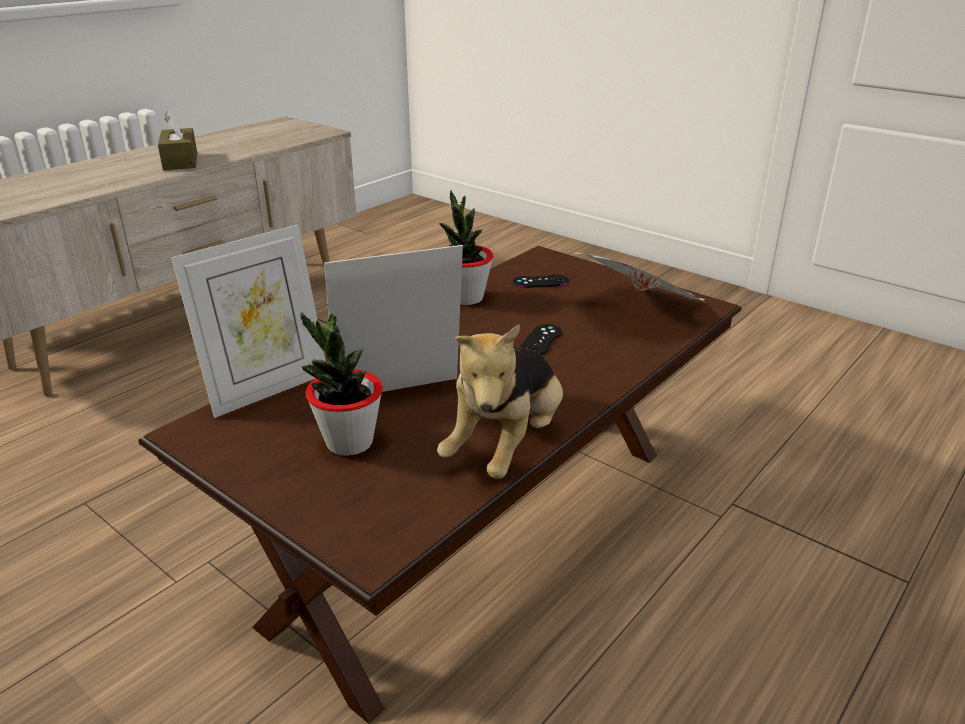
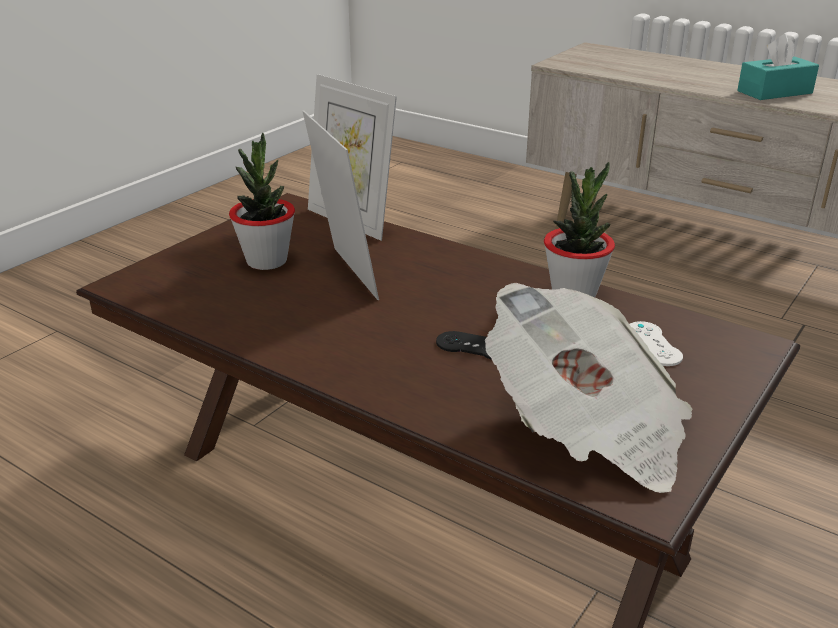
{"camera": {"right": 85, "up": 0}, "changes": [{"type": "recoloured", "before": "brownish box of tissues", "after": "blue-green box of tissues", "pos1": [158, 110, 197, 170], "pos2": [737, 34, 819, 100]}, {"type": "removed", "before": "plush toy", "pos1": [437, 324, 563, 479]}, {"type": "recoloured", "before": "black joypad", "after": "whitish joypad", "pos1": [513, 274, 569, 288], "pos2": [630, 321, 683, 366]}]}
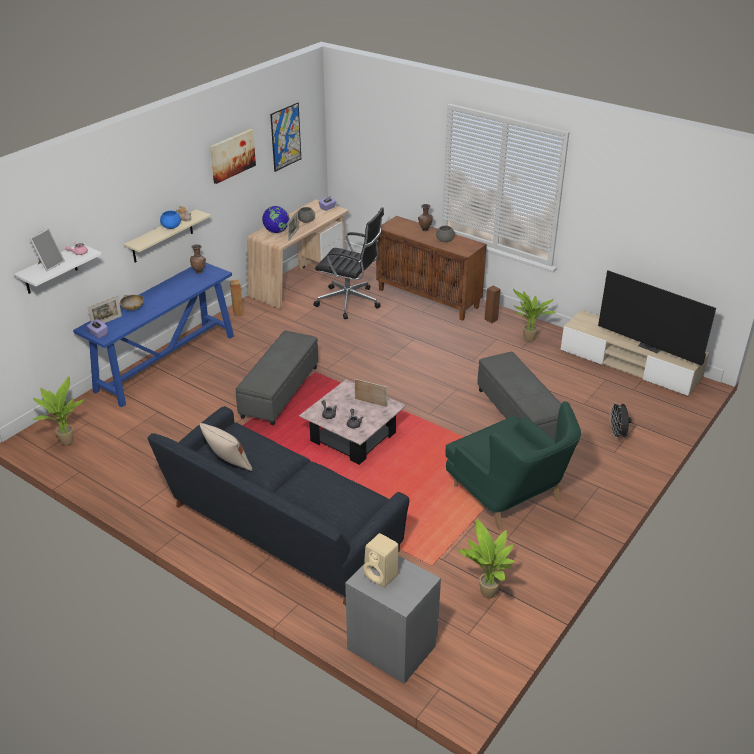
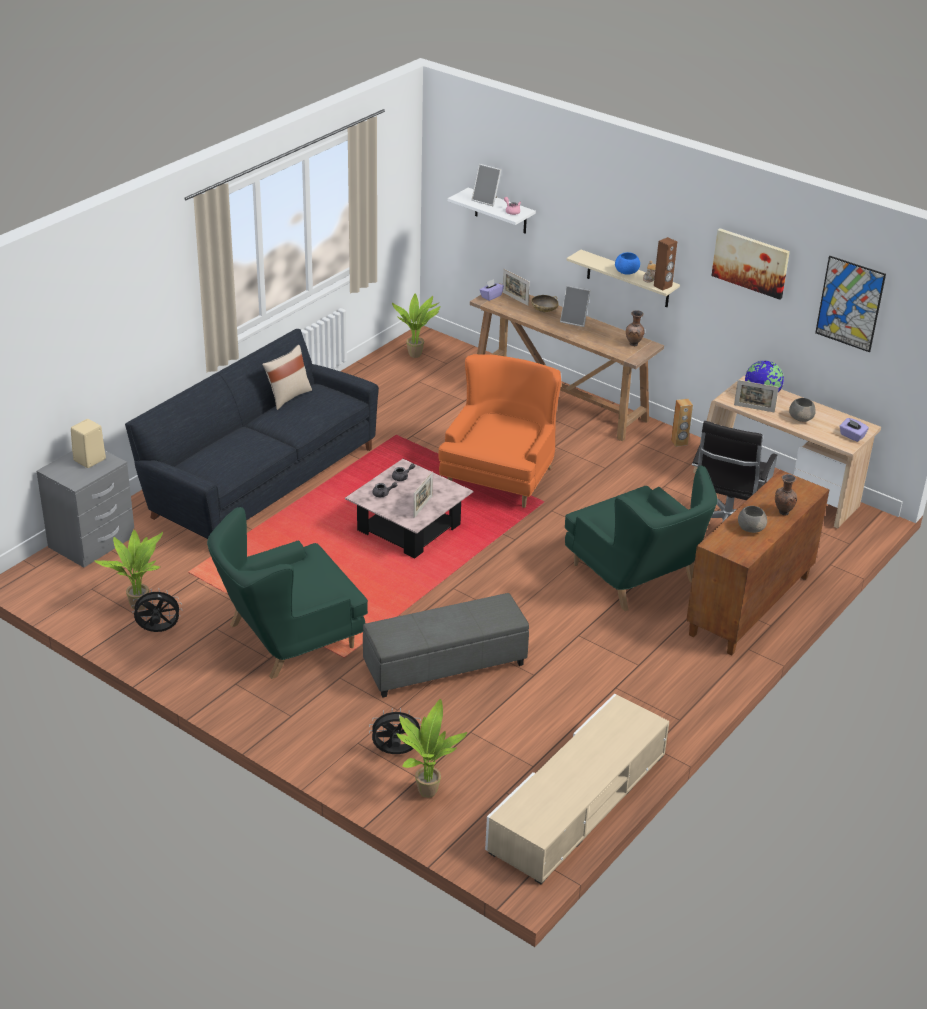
{"camera": {"right": 90, "up": 0}, "changes": [{"type": "recoloured", "before": "bluish console table", "after": "brownish console table", "pos1": [73, 263, 234, 408], "pos2": [470, 283, 664, 441]}, {"type": "replaced", "before": "gray pouffe", "after": "orange-coloured armchair", "pos1": [236, 331, 318, 426], "pos2": [439, 354, 561, 508]}, {"type": "moved", "before": "brownish speaker", "pos1": [484, 286, 501, 323], "pos2": [654, 237, 677, 290]}, {"type": "moved", "before": "houseplant", "pos1": [513, 289, 556, 342], "pos2": [396, 699, 468, 798]}, {"type": "removed", "before": "TV set", "pos1": [598, 270, 716, 366]}, {"type": "added", "after": "black fan", "pos2": [131, 589, 182, 632]}, {"type": "added", "after": "standing frame", "pos2": [560, 285, 591, 327]}, {"type": "added", "after": "green armchair", "pos2": [565, 466, 717, 611]}]}
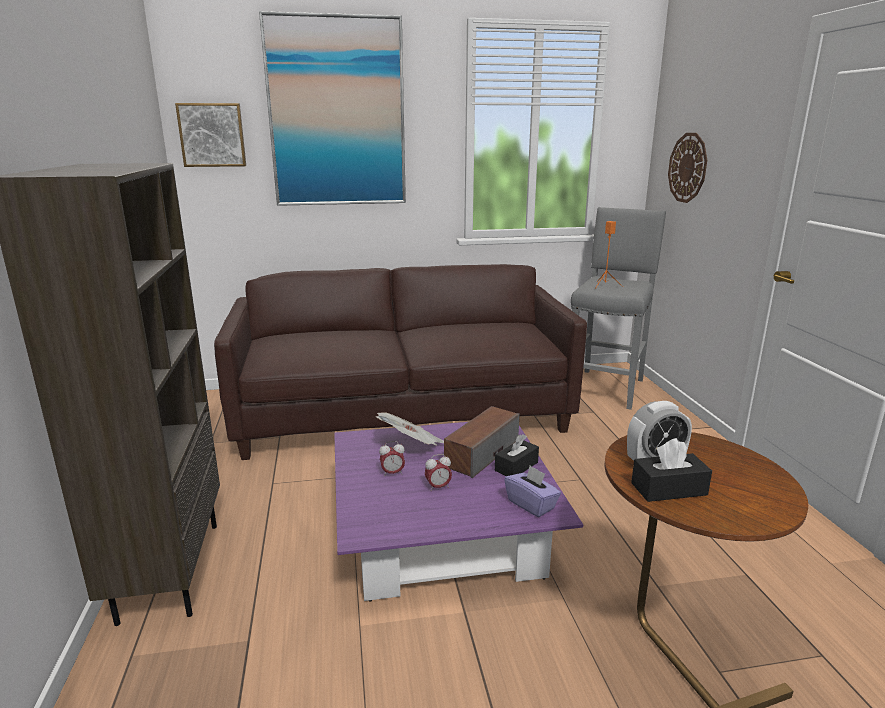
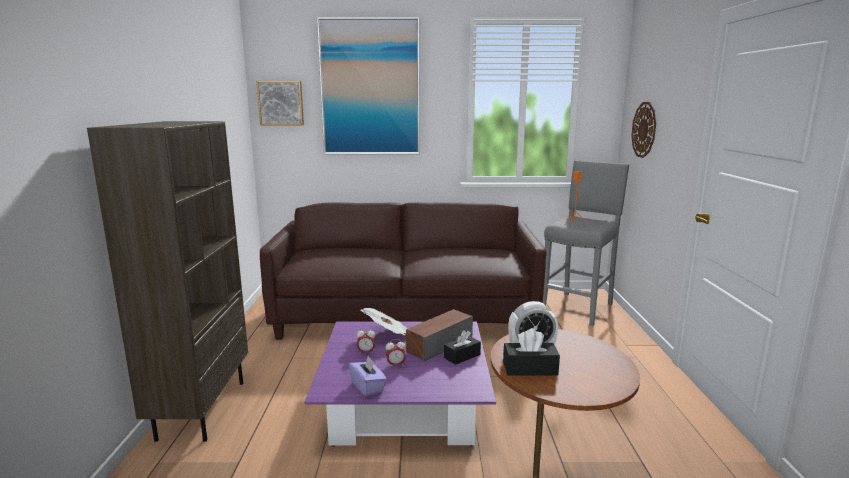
{"camera": {"right": 10, "up": -5}, "changes": [{"type": "moved", "before": "purple-coloured box of tissues", "pos1": [504, 465, 561, 517], "pos2": [349, 356, 387, 397]}]}
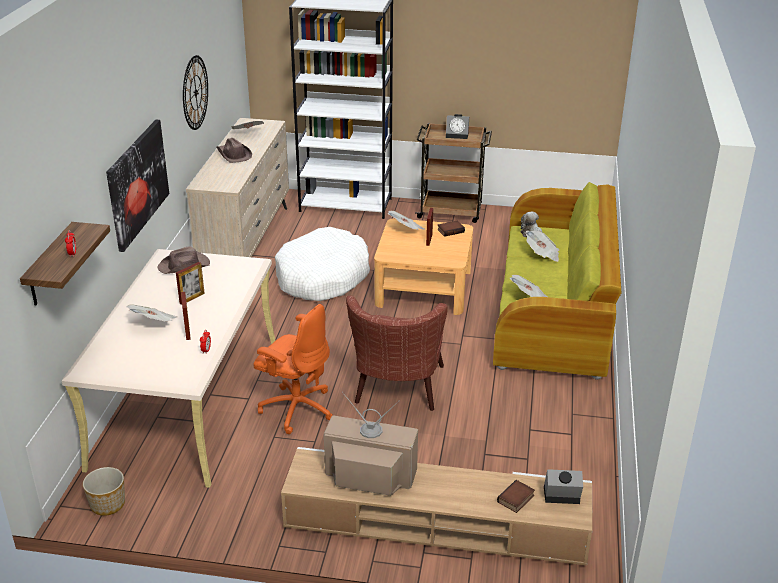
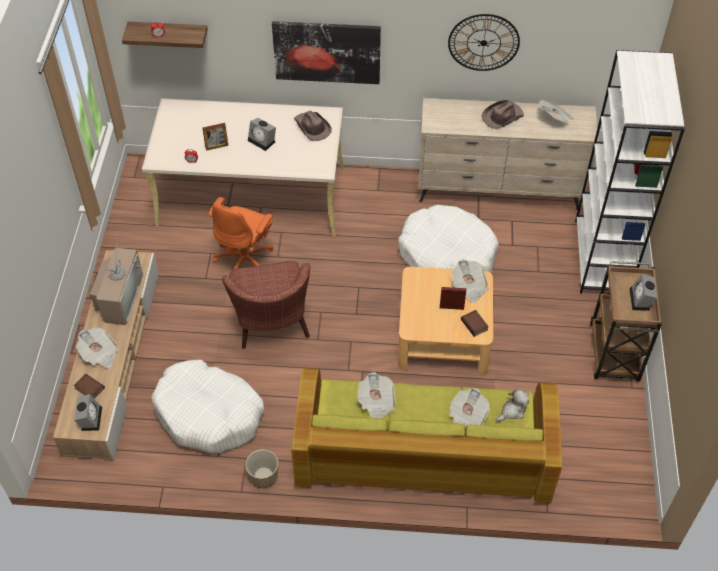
{"camera": {"right": 85, "up": 20}, "changes": [{"type": "moved", "before": "planter", "pos1": [83, 467, 125, 516], "pos2": [245, 449, 278, 488]}, {"type": "moved", "before": "newspaper", "pos1": [126, 304, 178, 322], "pos2": [76, 327, 119, 369]}, {"type": "replaced", "before": "standing frame", "after": "bedside clock", "pos1": [176, 262, 205, 305], "pos2": [248, 118, 276, 151]}, {"type": "turned", "before": "brownish armchair", "pos1": [346, 295, 448, 411], "pos2": [222, 261, 310, 349], "turn": -105}, {"type": "added", "after": "whitish dog cushion", "pos2": [151, 360, 264, 454]}]}
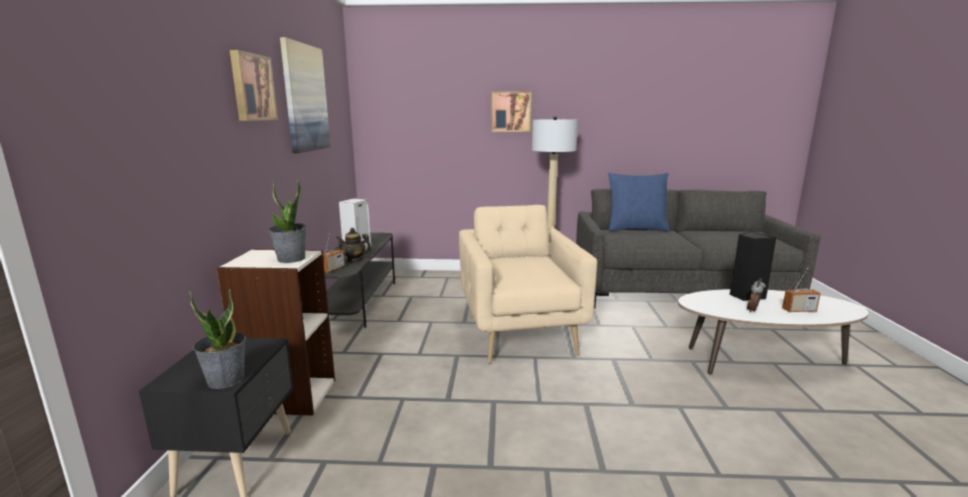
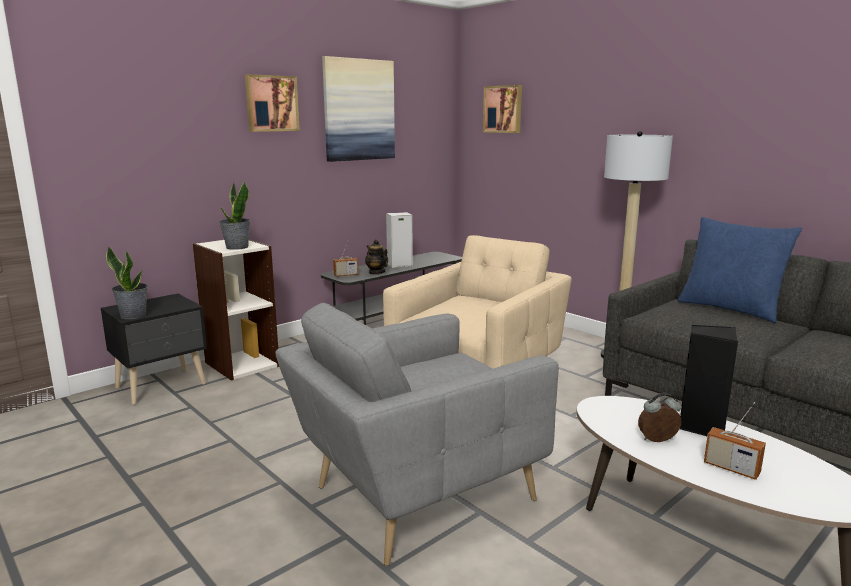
{"camera": {"right": 45, "up": 0}, "changes": [{"type": "moved", "before": "picture", "pos1": [491, 91, 531, 132], "pos2": [483, 85, 522, 133]}, {"type": "added", "after": "gray armchair", "pos2": [275, 303, 559, 566]}]}
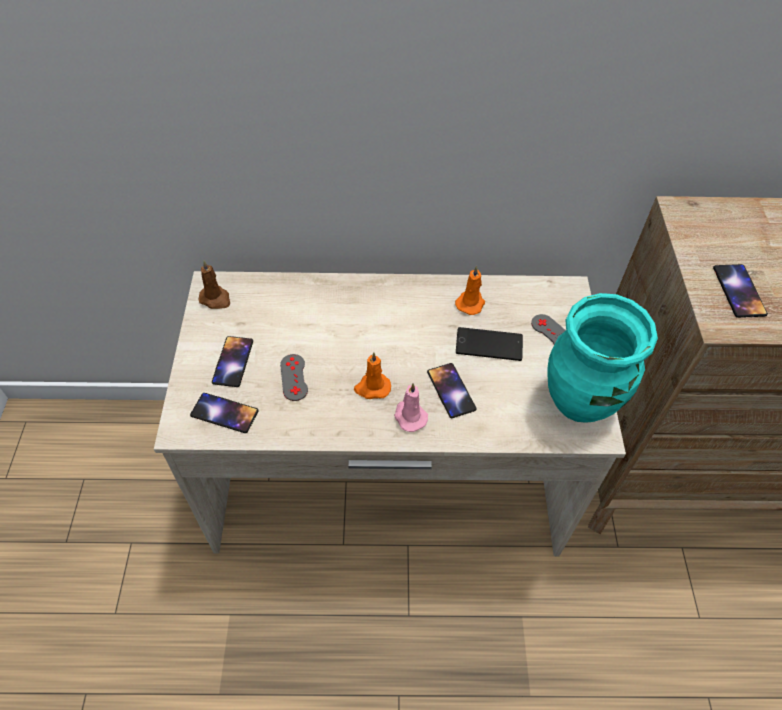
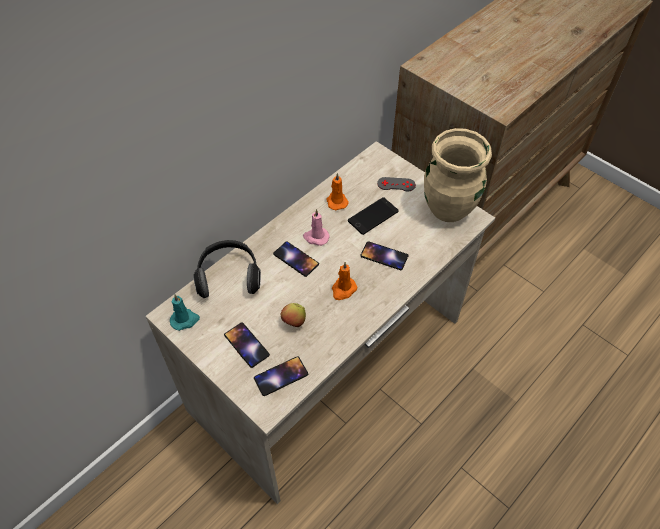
{"camera": {"right": -45, "up": 0}, "changes": [{"type": "recoloured", "before": "brownish wax candle", "after": "blue-green wax candle", "pos1": [198, 261, 230, 309], "pos2": [170, 294, 200, 331]}, {"type": "replaced", "before": "gray joypad", "after": "whole apple", "pos1": [280, 354, 308, 401], "pos2": [280, 303, 306, 327]}, {"type": "moved", "before": "pinkish wax candle", "pos1": [394, 383, 428, 432], "pos2": [303, 209, 330, 246]}, {"type": "recoloured", "before": "blue-green flower vase", "after": "sand-coloured flower vase", "pos1": [547, 293, 658, 423], "pos2": [424, 128, 492, 222]}, {"type": "moved", "before": "phone", "pos1": [713, 264, 768, 318], "pos2": [273, 241, 319, 277]}, {"type": "added", "after": "pair of headphones", "pos2": [193, 240, 261, 298]}]}
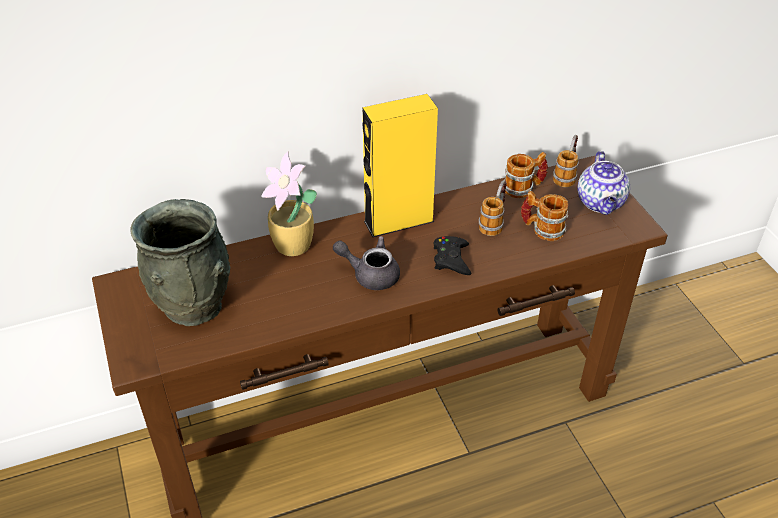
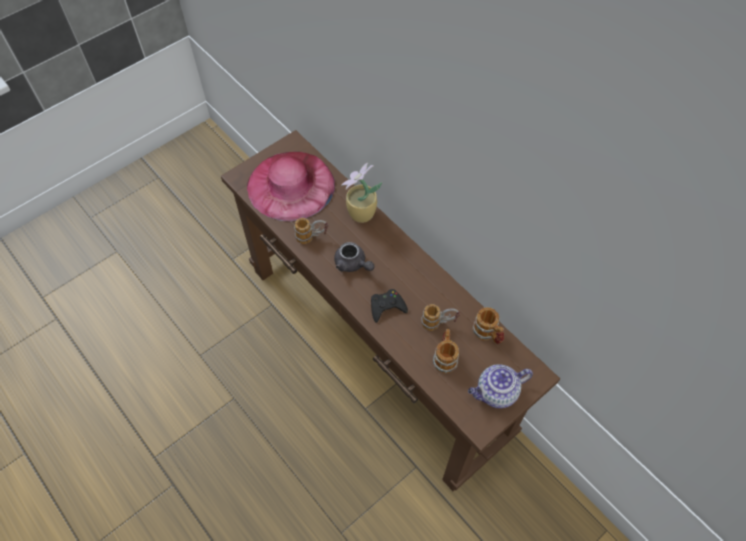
{"camera": {"right": 70, "up": 15}, "changes": [{"type": "replaced", "before": "gray flower vase", "after": "pinkish clothing hat", "pos1": [130, 199, 230, 326], "pos2": [247, 152, 335, 221]}, {"type": "turned", "before": "gray teapot", "pos1": [333, 236, 400, 290], "pos2": [334, 242, 375, 272], "turn": 135}, {"type": "removed", "before": "yellowish speaker", "pos1": [362, 94, 438, 237]}, {"type": "moved", "before": "coffee mug", "pos1": [553, 135, 579, 187], "pos2": [294, 218, 328, 244]}]}
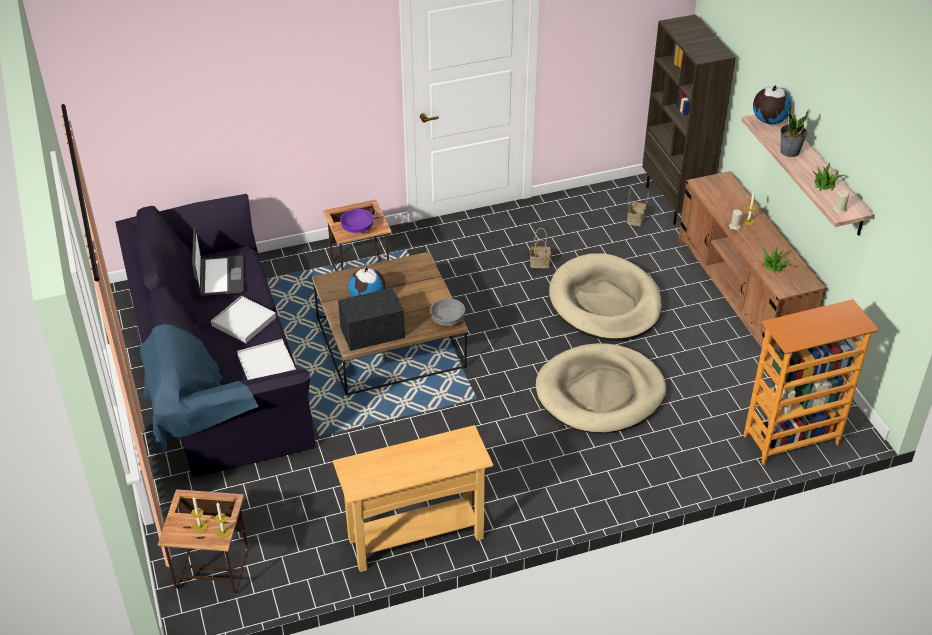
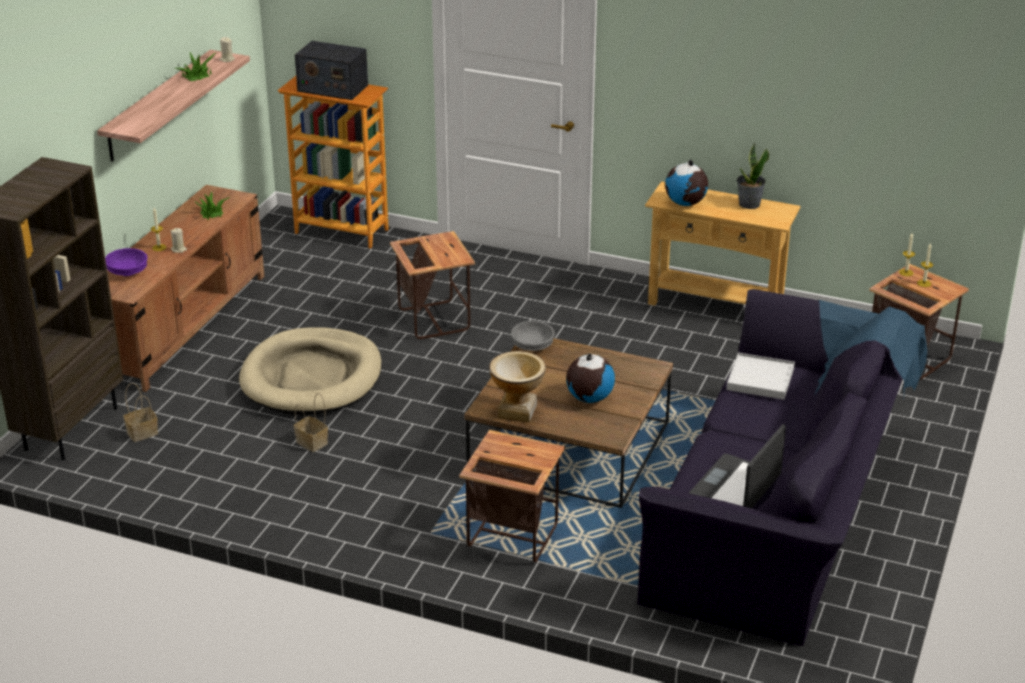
{"camera": {"right": -140, "up": -10}, "changes": [{"type": "removed", "before": "whitish serving tray", "pos1": [211, 296, 276, 343]}, {"type": "moved", "before": "radio receiver", "pos1": [338, 288, 405, 351], "pos2": [295, 41, 368, 100]}, {"type": "moved", "before": "purple-coloured serving bowl", "pos1": [340, 209, 374, 233], "pos2": [105, 248, 147, 276]}, {"type": "replaced", "before": "sand-coloured dog cushion", "after": "side table", "pos1": [536, 343, 666, 434], "pos2": [390, 231, 475, 339]}, {"type": "moved", "before": "world globe", "pos1": [753, 85, 792, 124], "pos2": [665, 160, 708, 206]}, {"type": "moved", "before": "houseplant", "pos1": [780, 104, 809, 157], "pos2": [736, 142, 769, 209]}, {"type": "added", "after": "flower vase", "pos2": [489, 351, 546, 423]}]}
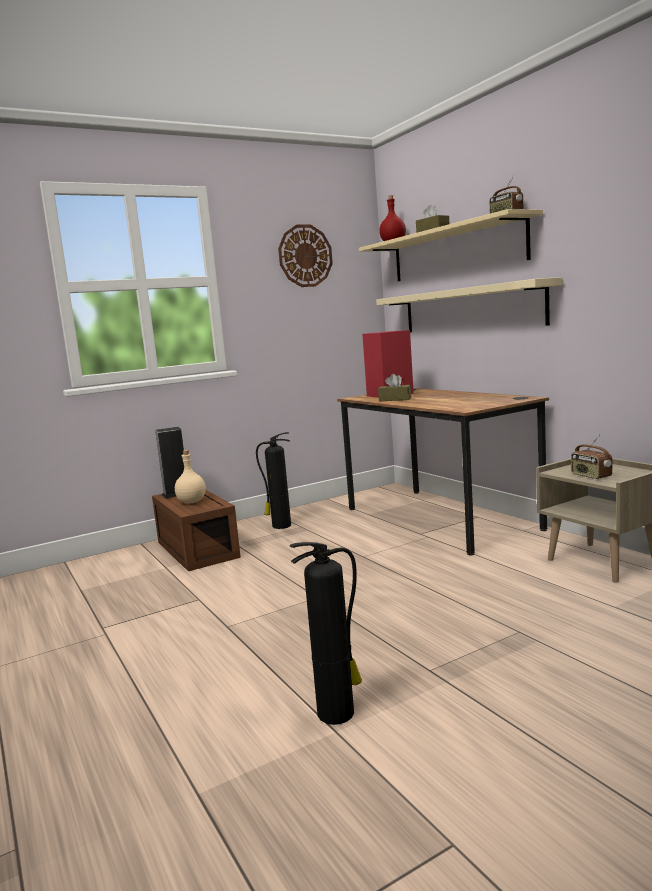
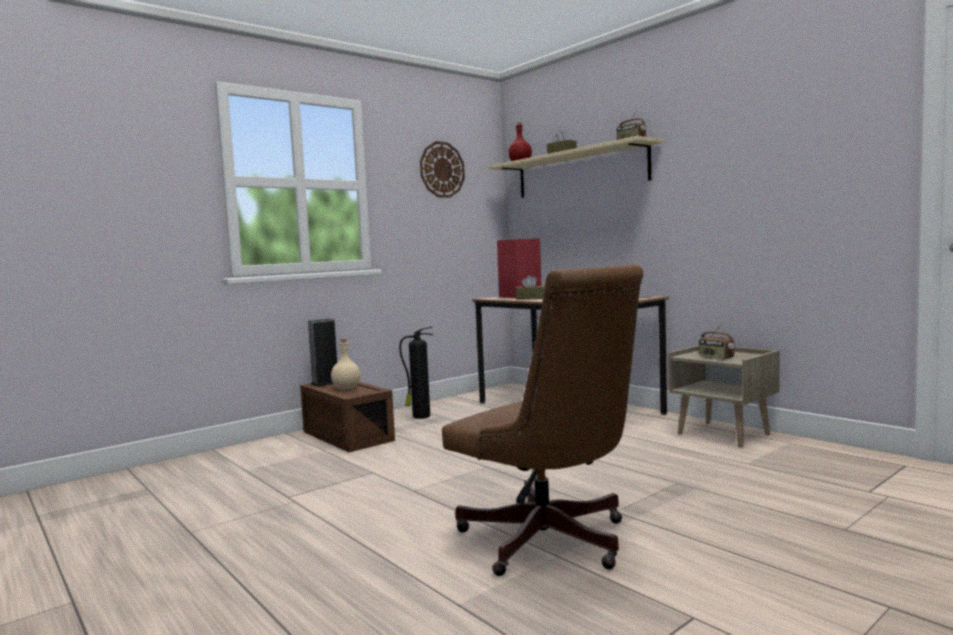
{"camera": {"right": -10, "up": -5}, "changes": [{"type": "replaced", "before": "fire extinguisher", "after": "brownish desk chair", "pos1": [290, 542, 362, 725], "pos2": [442, 264, 644, 576]}, {"type": "removed", "before": "sand-coloured wall shelf", "pos1": [376, 277, 563, 332]}]}
